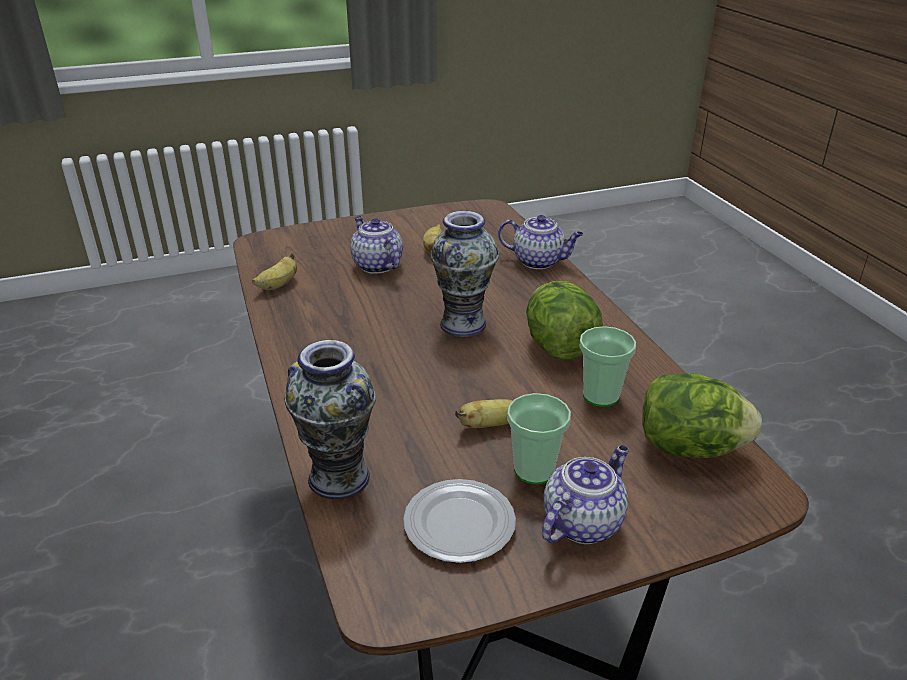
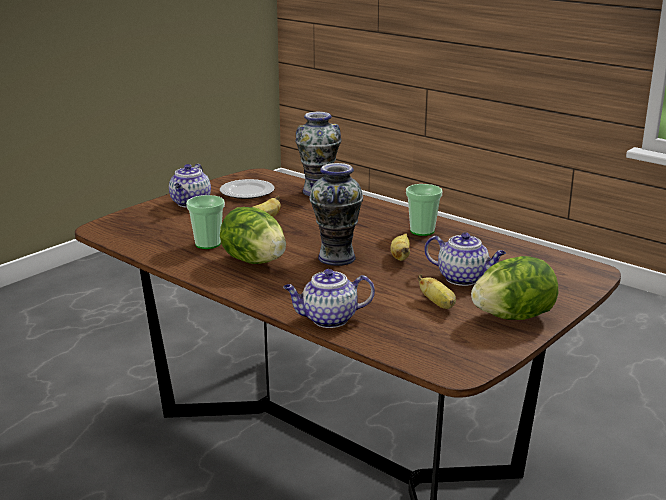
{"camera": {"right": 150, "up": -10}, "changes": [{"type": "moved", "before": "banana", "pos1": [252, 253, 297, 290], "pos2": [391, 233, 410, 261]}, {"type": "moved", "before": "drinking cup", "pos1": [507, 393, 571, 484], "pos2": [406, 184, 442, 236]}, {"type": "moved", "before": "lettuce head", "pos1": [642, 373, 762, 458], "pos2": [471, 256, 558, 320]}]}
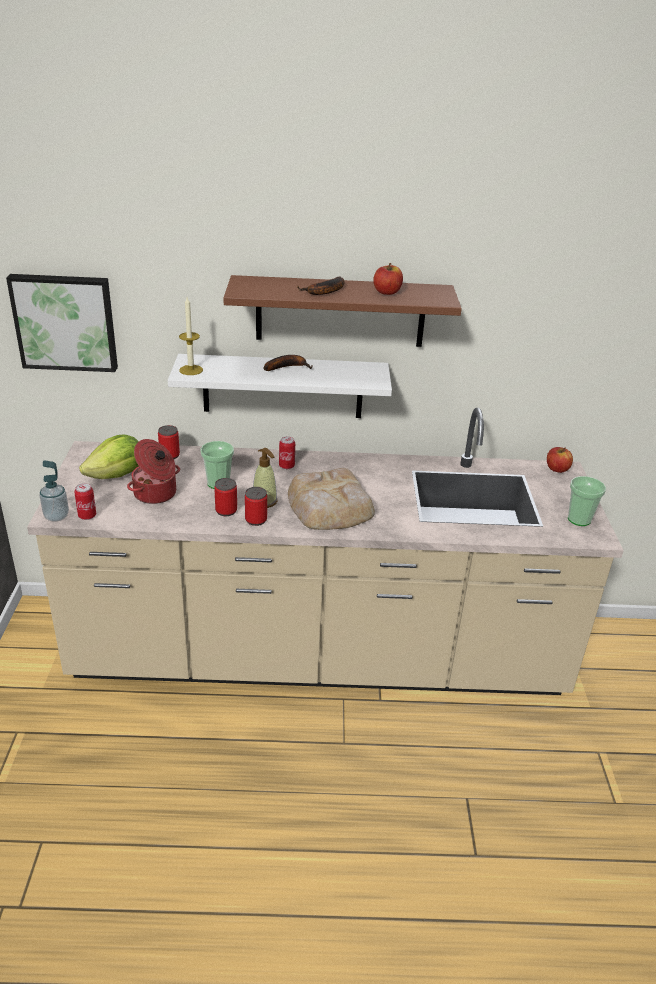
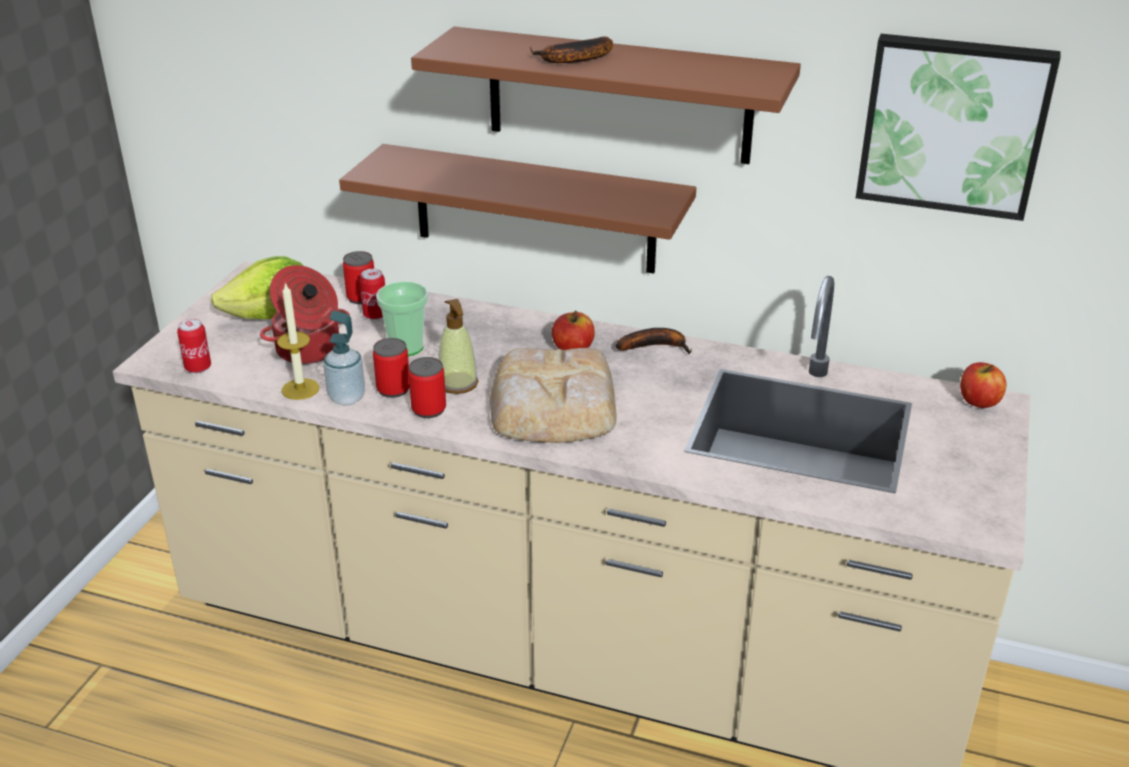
{"camera": {"right": 20, "up": 0}, "changes": [{"type": "moved", "before": "picture", "pos1": [6, 274, 118, 372], "pos2": [856, 34, 1060, 221]}, {"type": "moved", "before": "liquid soap bottle", "pos1": [39, 460, 69, 522], "pos2": [323, 310, 365, 405]}, {"type": "recoloured", "before": "whitish wall shelf", "after": "brownish wall shelf", "pos1": [168, 354, 392, 418], "pos2": [339, 144, 696, 274]}, {"type": "moved", "before": "wax candle", "pos1": [179, 297, 203, 375], "pos2": [277, 282, 319, 400]}, {"type": "moved", "before": "banana", "pos1": [264, 355, 313, 371], "pos2": [616, 328, 692, 355]}, {"type": "moved", "before": "sealed can", "pos1": [279, 436, 295, 469], "pos2": [360, 269, 385, 320]}, {"type": "moved", "before": "whole apple", "pos1": [373, 263, 403, 295], "pos2": [552, 310, 595, 350]}, {"type": "removed", "before": "drinking cup", "pos1": [568, 476, 606, 526]}]}
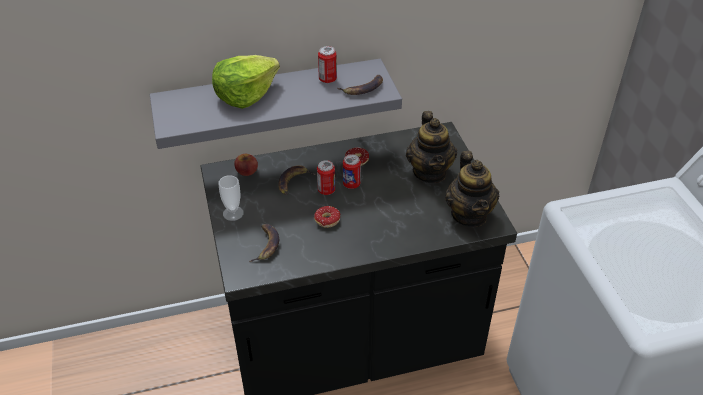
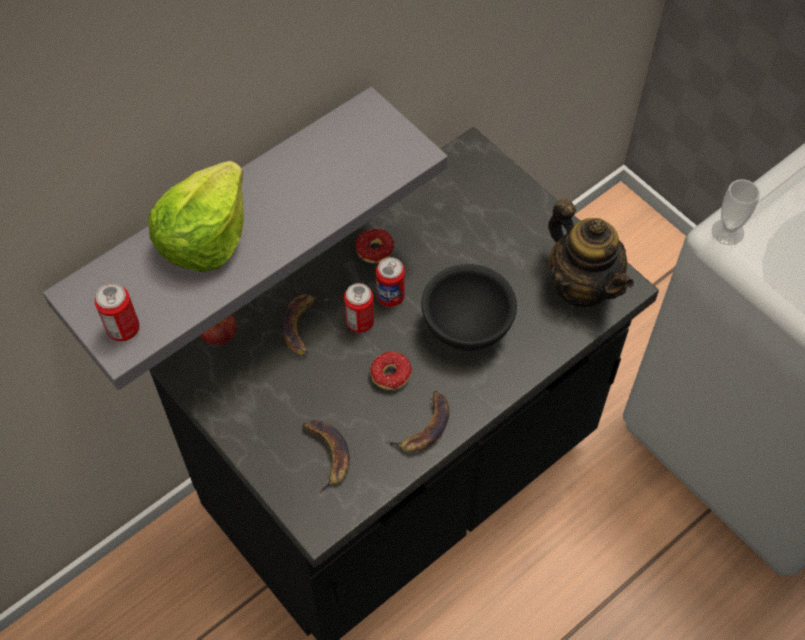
{"camera": {"right": -25, "up": 15}, "changes": [{"type": "moved", "before": "drinking cup", "pos1": [219, 175, 244, 221], "pos2": [712, 179, 760, 245]}, {"type": "moved", "before": "sealed can", "pos1": [318, 46, 337, 83], "pos2": [95, 283, 140, 341]}, {"type": "moved", "before": "banana", "pos1": [337, 75, 383, 95], "pos2": [385, 391, 449, 452]}, {"type": "removed", "before": "teapot", "pos1": [406, 111, 457, 183]}, {"type": "added", "after": "black serving bowl", "pos2": [421, 264, 517, 351]}]}
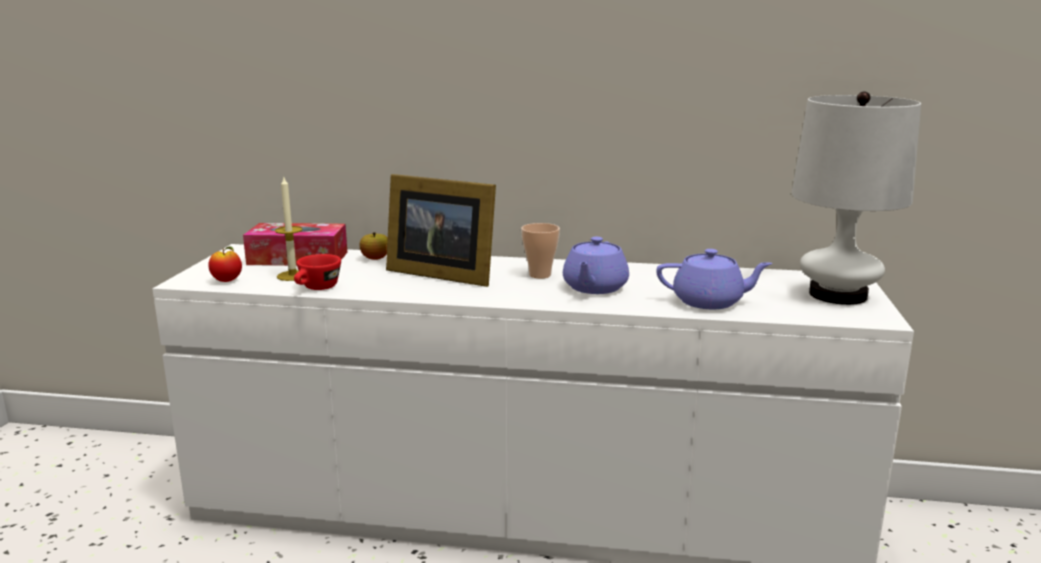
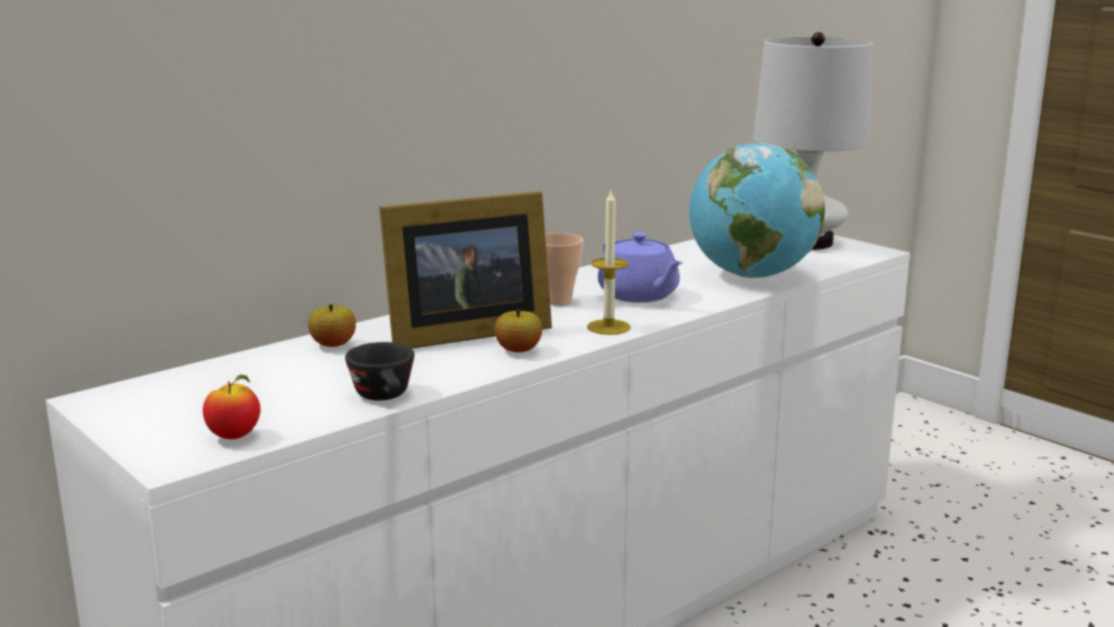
{"camera": {"right": -50, "up": 0}, "changes": [{"type": "removed", "before": "box of tissues", "pos1": [243, 223, 347, 266]}, {"type": "moved", "before": "wax candle", "pos1": [275, 177, 303, 281], "pos2": [587, 191, 631, 335]}, {"type": "recoloured", "before": "red-coloured drinking cup", "after": "black drinking cup", "pos1": [294, 254, 341, 290], "pos2": [345, 342, 414, 401]}, {"type": "replaced", "before": "purple-coloured teapot", "after": "world globe", "pos1": [656, 249, 773, 309], "pos2": [689, 143, 825, 278]}, {"type": "added", "after": "whole apple", "pos2": [495, 309, 542, 353]}]}
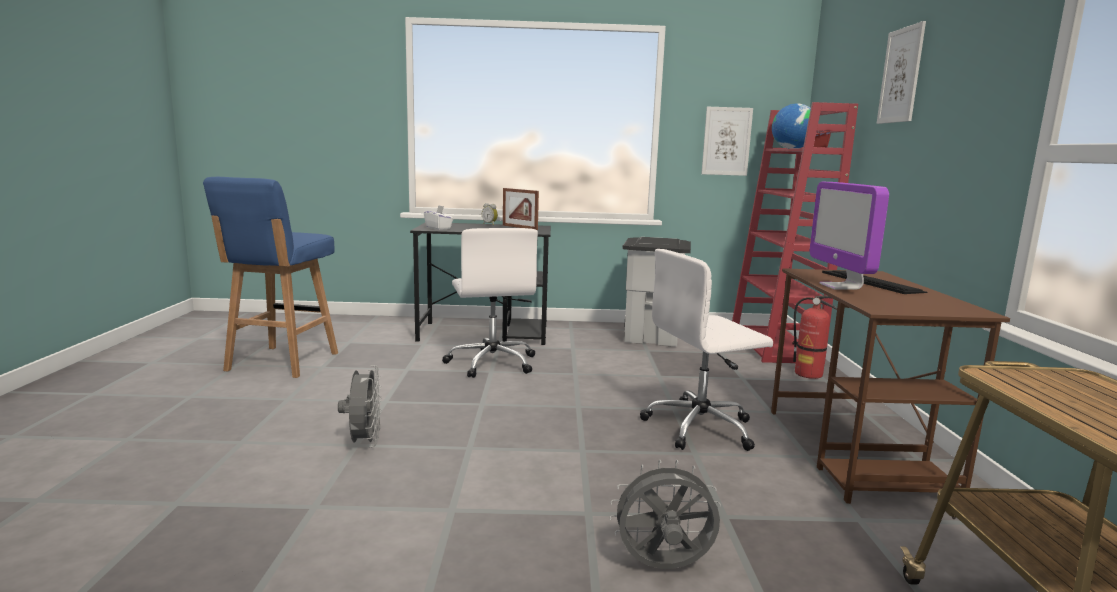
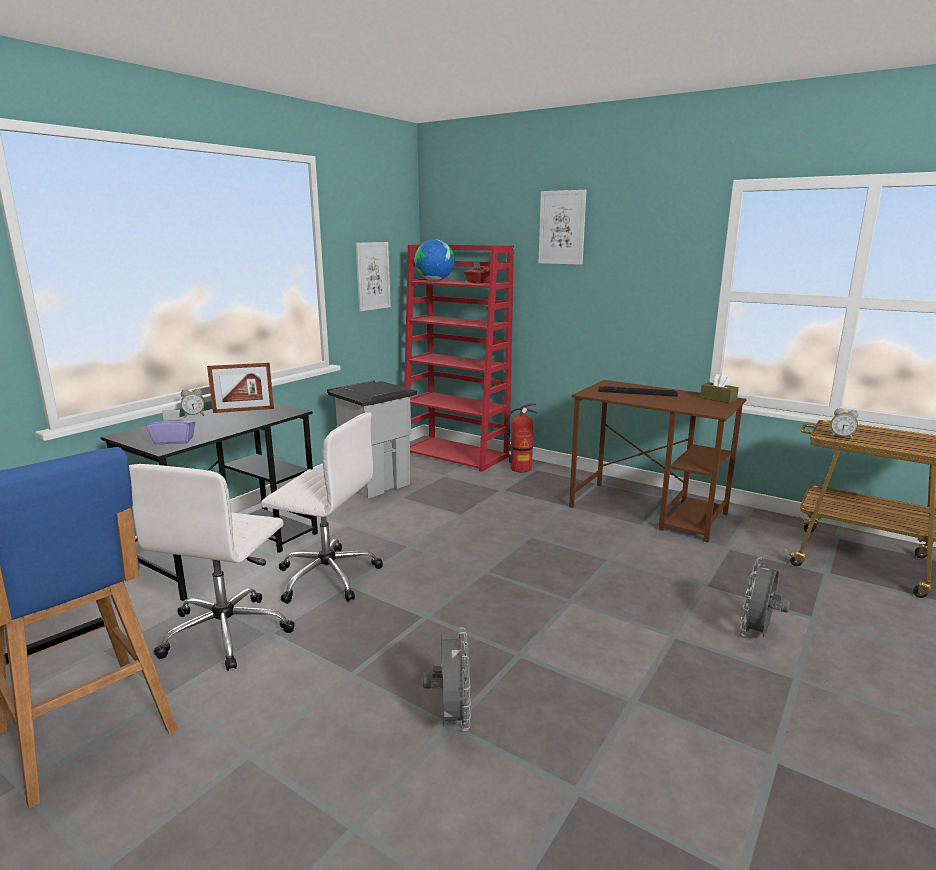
{"camera": {"right": -55, "up": 5}, "changes": [{"type": "turned", "before": "gray fan", "pos1": [338, 365, 382, 447], "pos2": [423, 627, 471, 731], "turn": 60}, {"type": "recoloured", "before": "whitish box of tissues", "after": "purple-coloured box of tissues", "pos1": [424, 205, 454, 230], "pos2": [146, 409, 196, 444]}, {"type": "moved", "before": "whitish desk chair", "pos1": [640, 249, 773, 451], "pos2": [129, 464, 295, 671]}, {"type": "removed", "before": "monitor", "pos1": [810, 182, 889, 290]}, {"type": "added", "after": "brownish box of tissues", "pos2": [700, 373, 739, 403]}, {"type": "added", "after": "bedside clock", "pos2": [830, 408, 858, 440]}]}
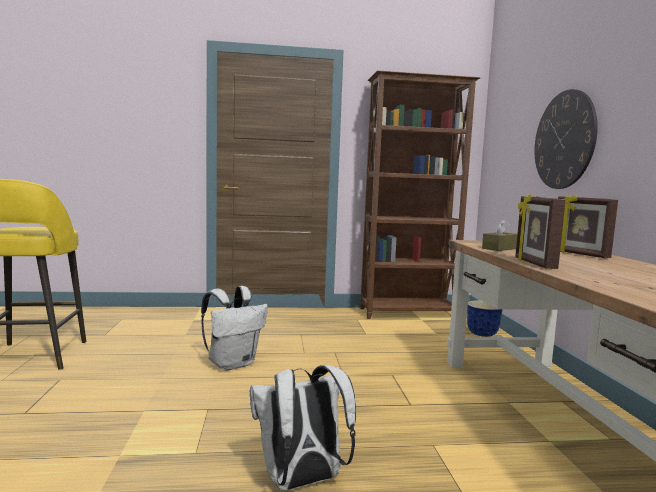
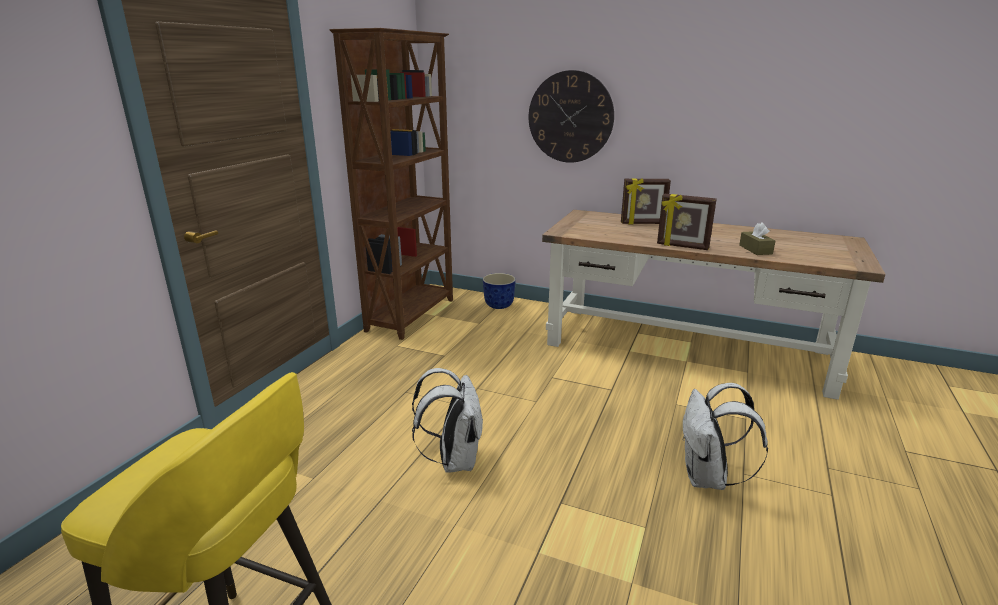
{"camera": {"right": -60, "up": 15}, "changes": [{"type": "moved", "before": "brownish box of tissues", "pos1": [482, 219, 517, 251], "pos2": [739, 222, 776, 255]}]}
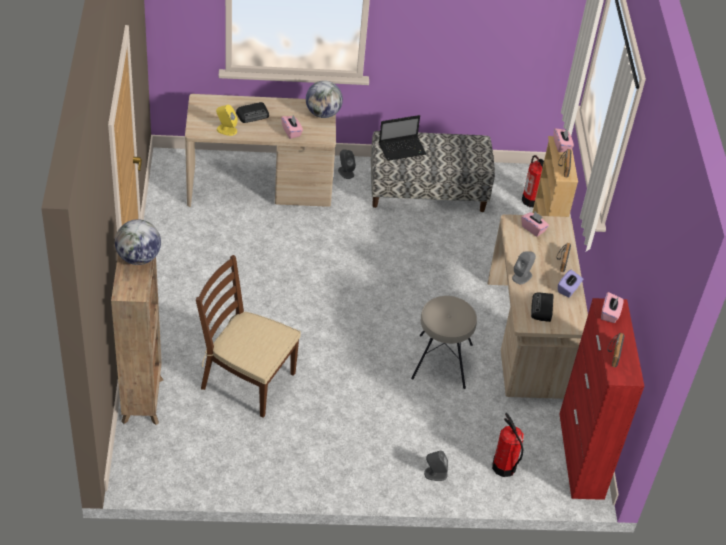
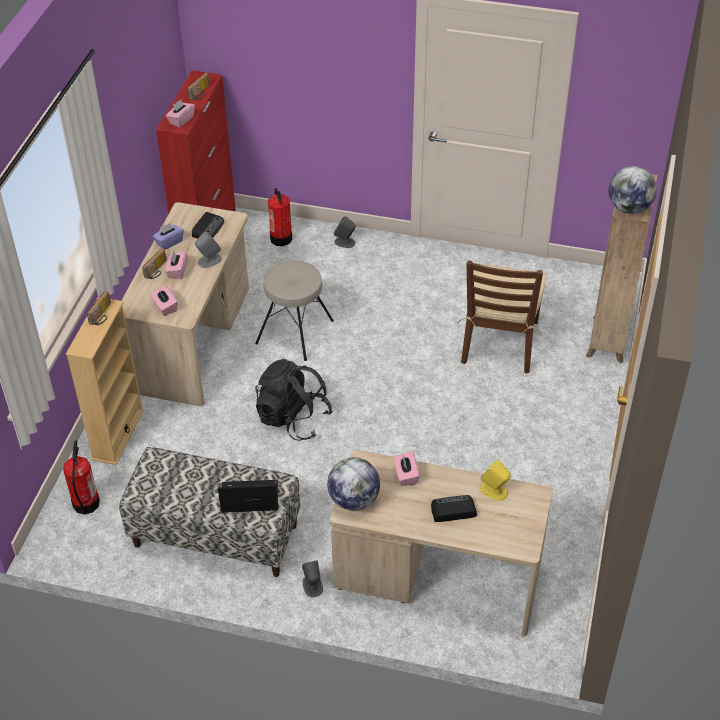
{"camera": {"right": -160, "up": 0}, "changes": [{"type": "turned", "before": "brownish chair", "pos1": [196, 255, 301, 418], "pos2": [457, 260, 547, 373], "turn": 60}, {"type": "moved", "before": "pinkish box of tissues", "pos1": [554, 128, 574, 152], "pos2": [165, 251, 187, 279]}, {"type": "added", "after": "black knapsack", "pos2": [255, 359, 333, 441]}]}
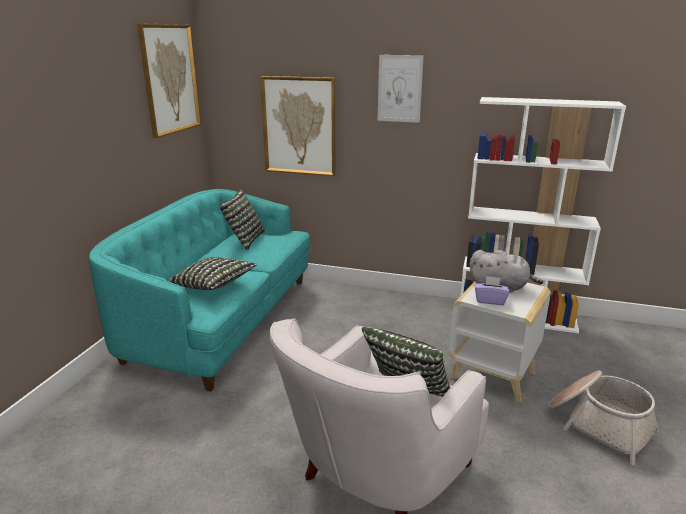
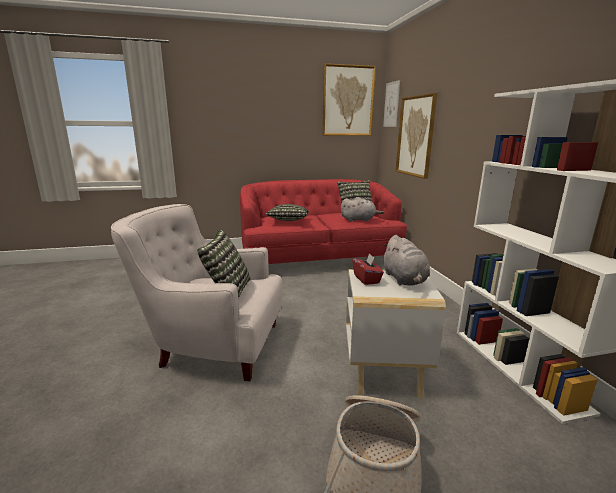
{"camera": {"right": 60, "up": -5}, "changes": [{"type": "recoloured", "before": "blue-green sofa", "after": "red-coloured sofa", "pos1": [89, 189, 311, 392], "pos2": [240, 179, 407, 264]}, {"type": "moved", "before": "picture", "pos1": [378, 55, 424, 123], "pos2": [383, 80, 400, 127]}, {"type": "recoloured", "before": "purple-coloured box of tissues", "after": "red-coloured box of tissues", "pos1": [475, 276, 509, 305], "pos2": [352, 253, 384, 285]}, {"type": "added", "after": "gray plush toy", "pos2": [341, 197, 384, 222]}]}
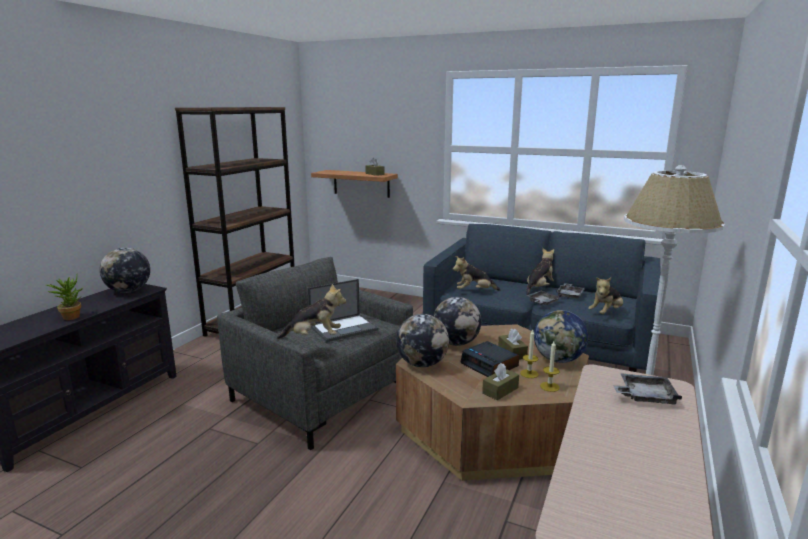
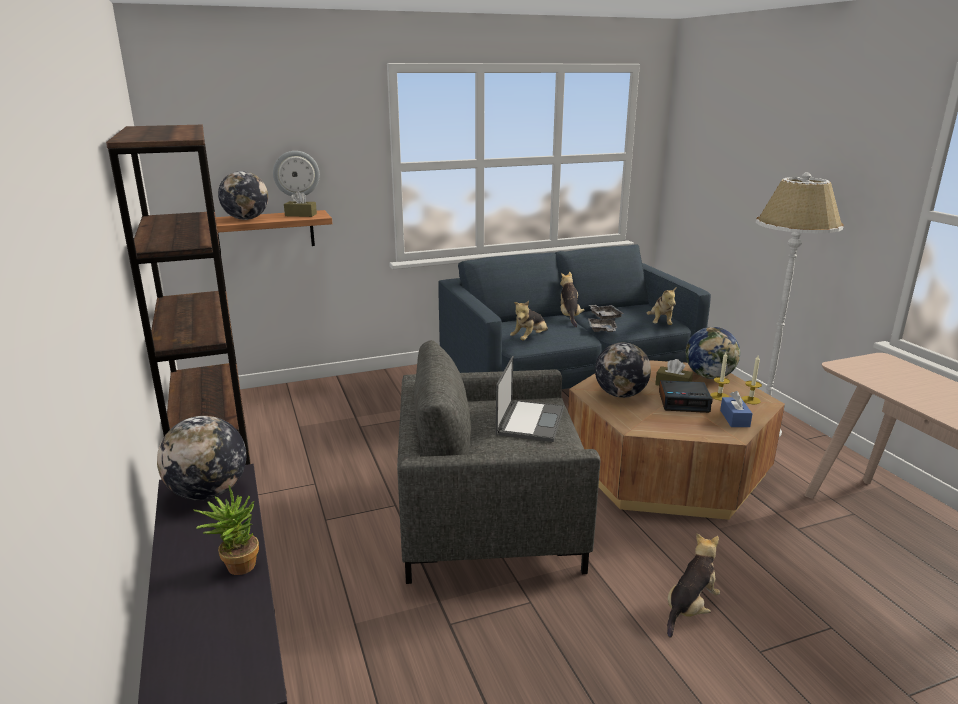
{"camera": {"right": -45, "up": 5}, "changes": [{"type": "moved", "before": "plush toy", "pos1": [277, 284, 346, 339], "pos2": [667, 534, 720, 638]}, {"type": "moved", "before": "world globe", "pos1": [396, 314, 449, 367], "pos2": [218, 171, 268, 220]}, {"type": "recoloured", "before": "brownish box of tissues", "after": "bluish box of tissues", "pos1": [482, 363, 519, 400], "pos2": [720, 391, 753, 427]}, {"type": "removed", "before": "gray serving tray", "pos1": [613, 373, 682, 405]}, {"type": "added", "after": "wall clock", "pos2": [273, 151, 320, 196]}]}
